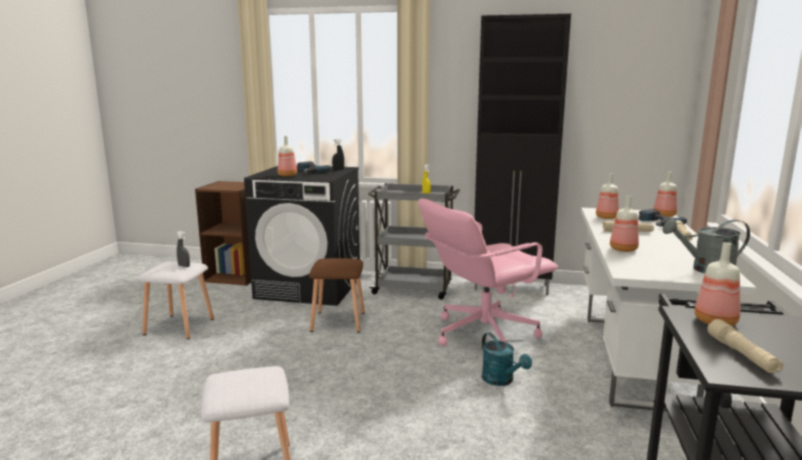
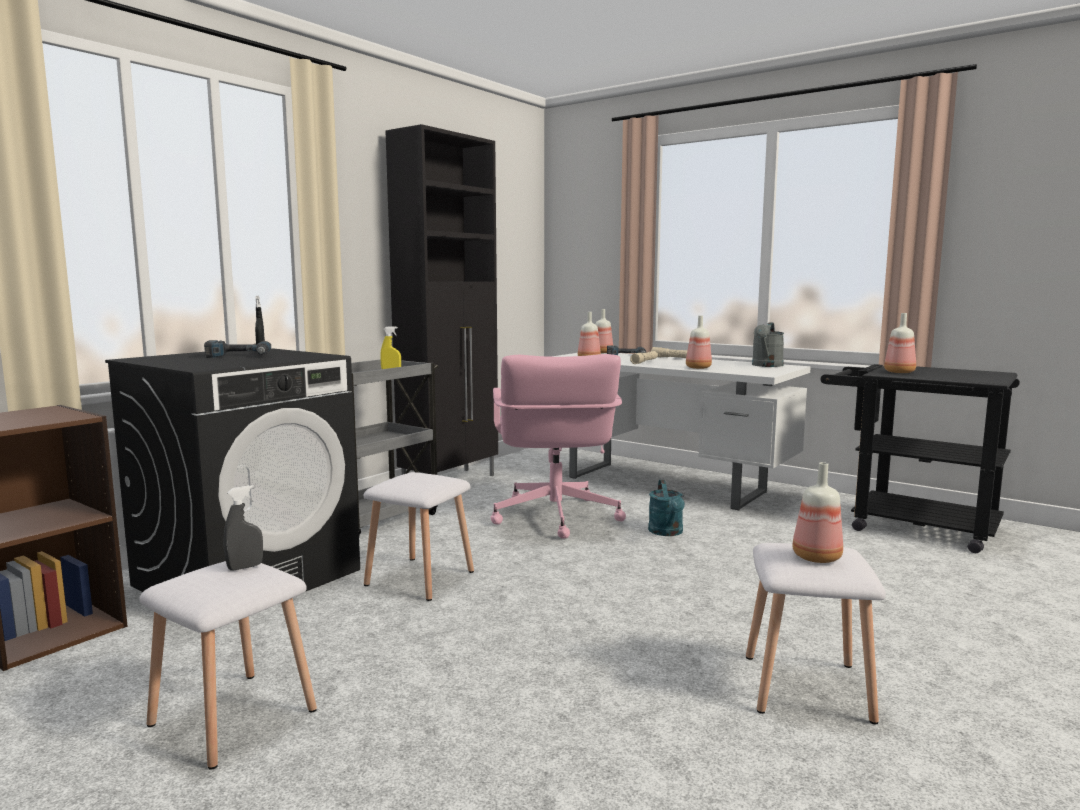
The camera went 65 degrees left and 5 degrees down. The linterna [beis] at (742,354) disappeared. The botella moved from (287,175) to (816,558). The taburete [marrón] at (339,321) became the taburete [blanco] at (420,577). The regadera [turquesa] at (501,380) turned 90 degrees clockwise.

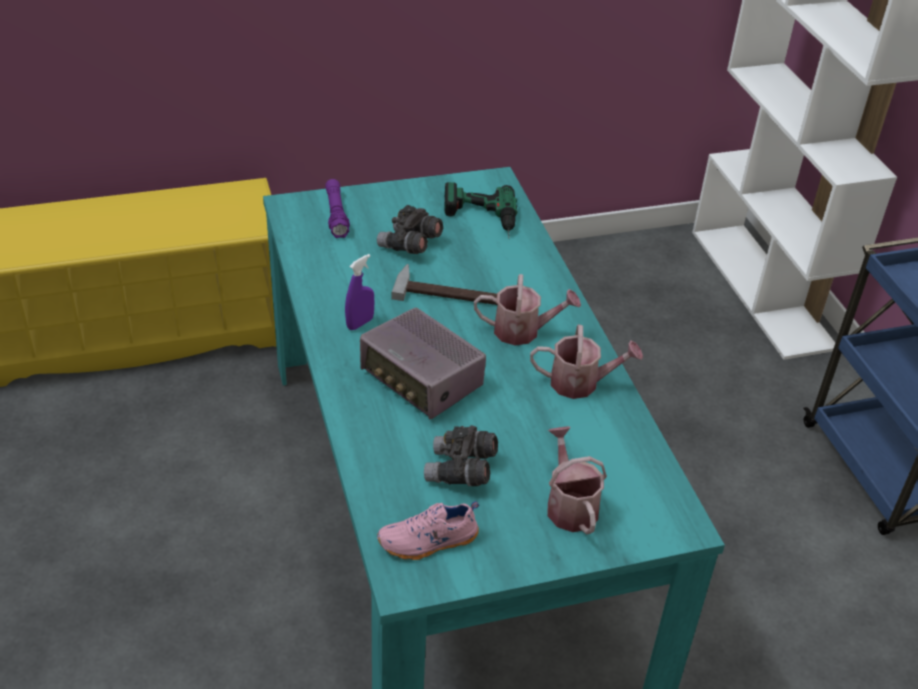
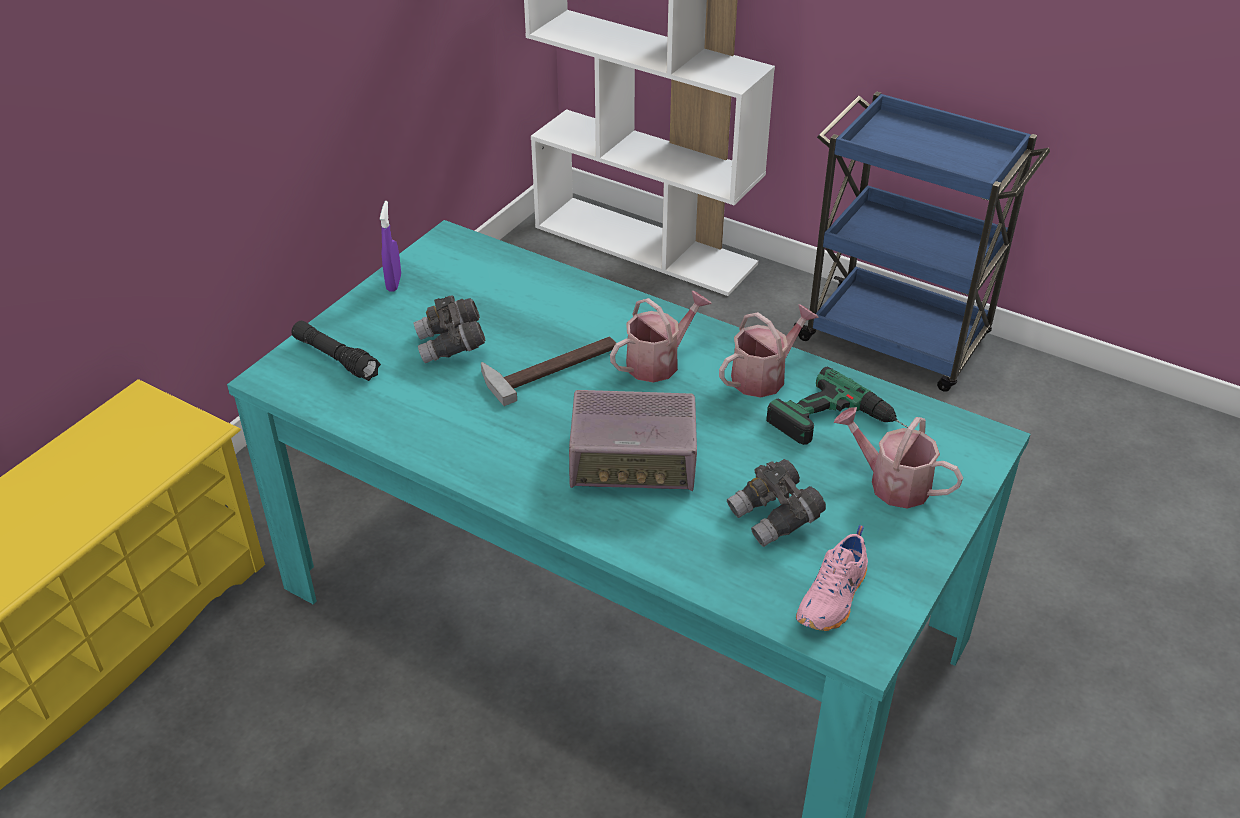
The camera went 40 degrees left and 0 degrees up. The pulverizador [morado] moved from (360,323) to (394,283). The taladro moved from (480,219) to (841,426). The linterna [morado] at (336,215) became the linterna [negro] at (336,358).

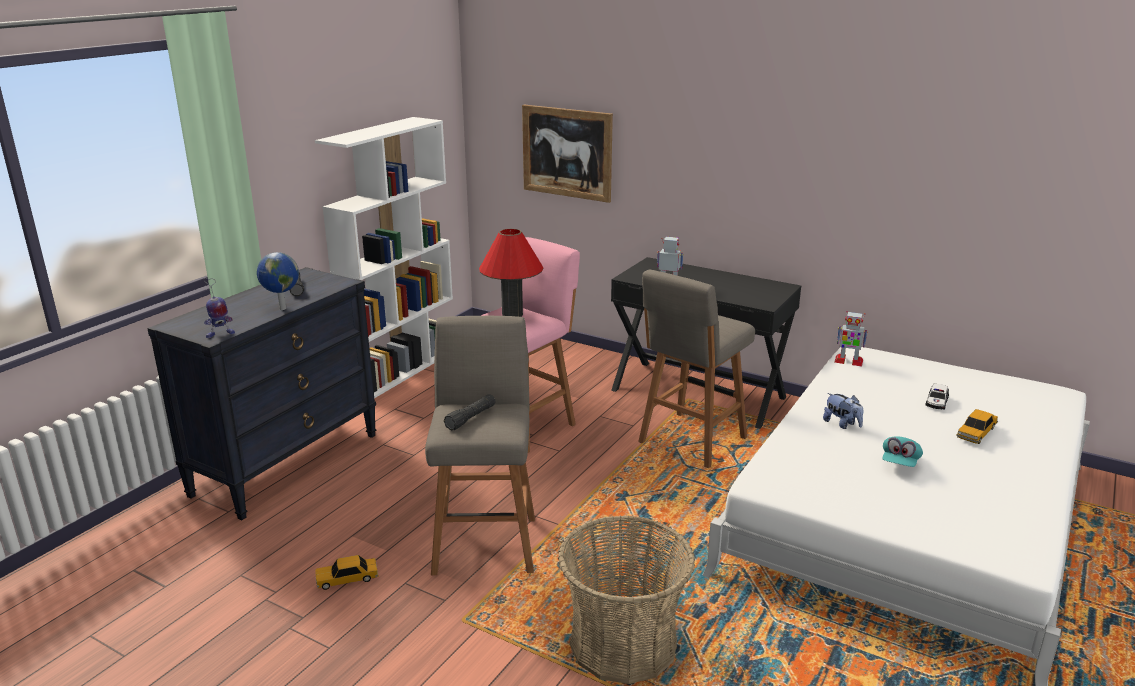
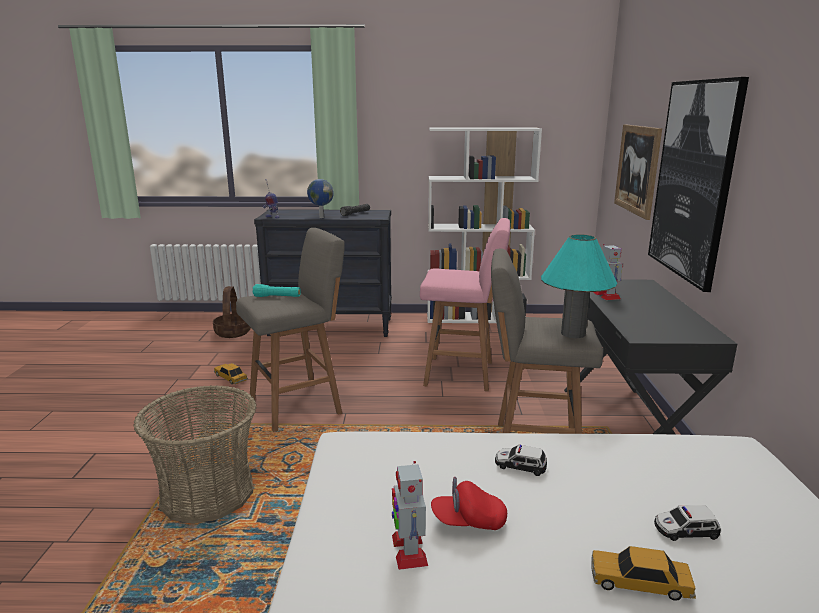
The camera went 60 degrees right and 5 degrees down. The lámpara de mesa [rojo] at (512,314) disappeared. The cesta at (233,332) appeared. The lámpara de mesa [turquesa] at (573,333) appeared. The cuadro at (693,180) appeared. The robot de juguete moved from (848,361) to (409,550). The peluche at (842,424) was replaced by the coche de juguete at (520,465). The linterna [negro] at (471,418) became the linterna [turquesa] at (277,297). The gorra [turquesa] at (899,463) became the gorra [rojo] at (468,521).

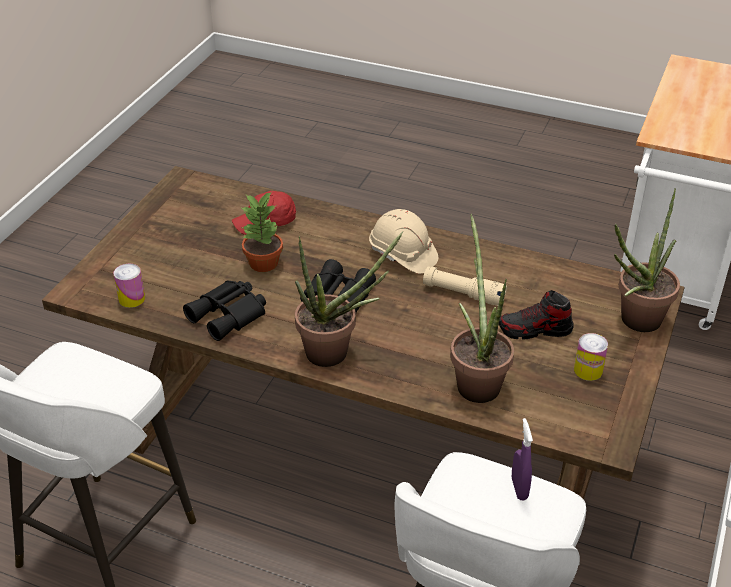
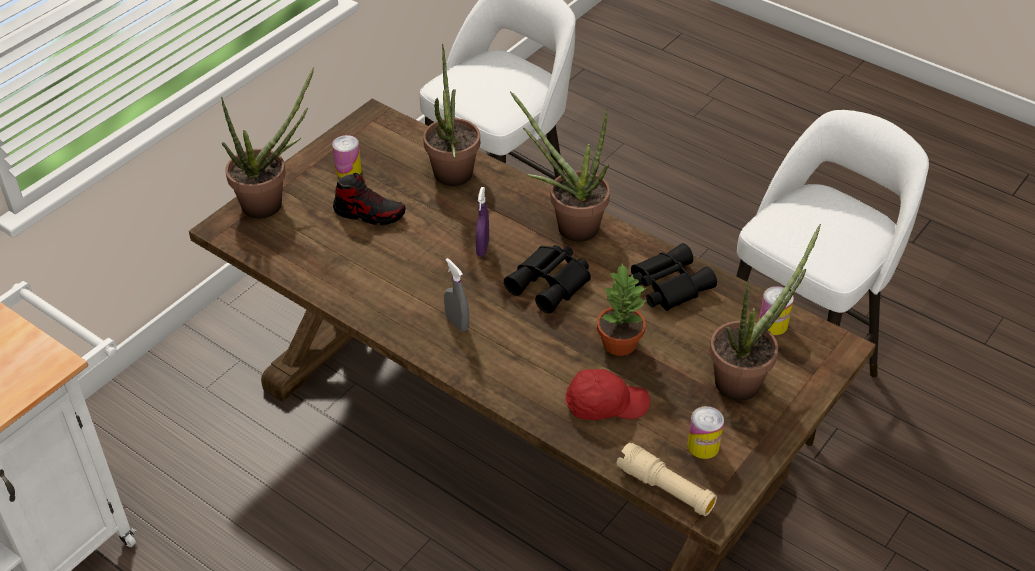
The camera went 165 degrees left and 5 degrees up. The lata at (703,446) appeared. The planta en maceta at (745,378) appeared. The linterna [beis] moved from (463,294) to (665,488). The pulverizador [morado] moved from (519,488) to (482,248). The casco [beis] at (402,255) was replaced by the pulverizador [gris] at (457,323).

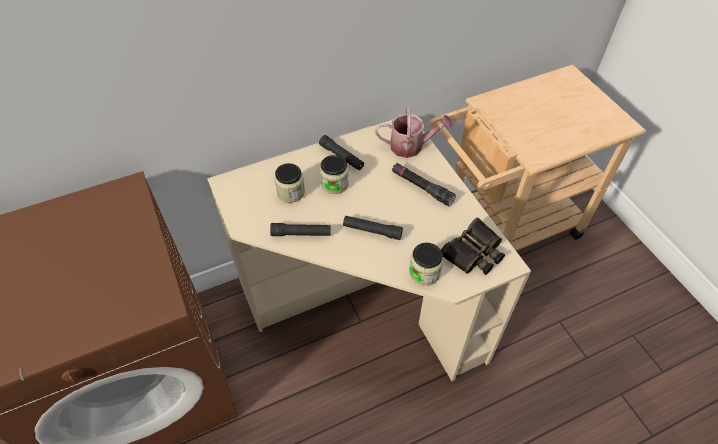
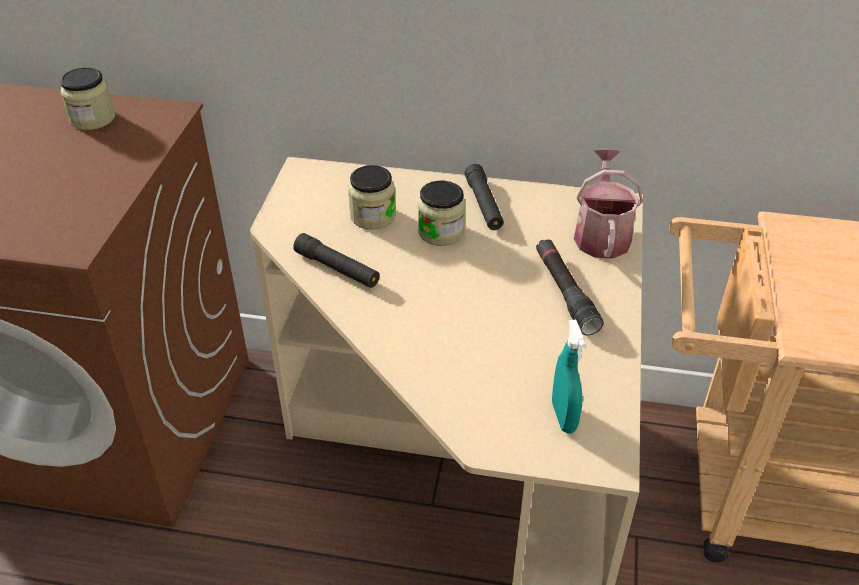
The camera went 35 degrees right and 10 degrees down. The linterna [negro] at (372,231) disappeared. The tarro moved from (424,272) to (93,119). The prismáticos at (474,253) was replaced by the pulverizador [turquesa] at (563,417). The regadera at (411,146) turned 120 degrees counterclockwise.

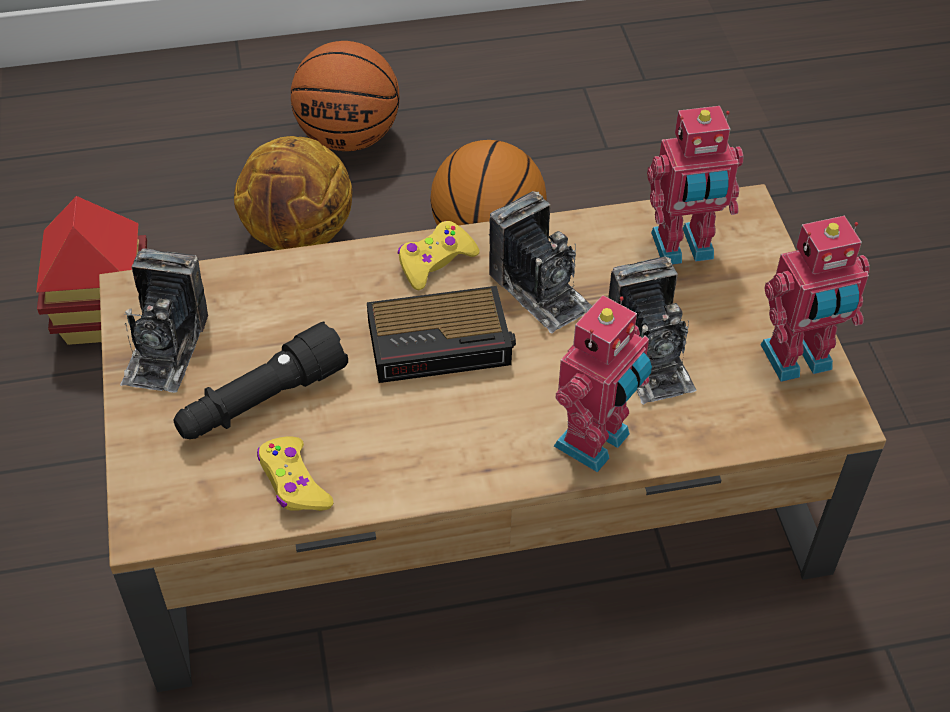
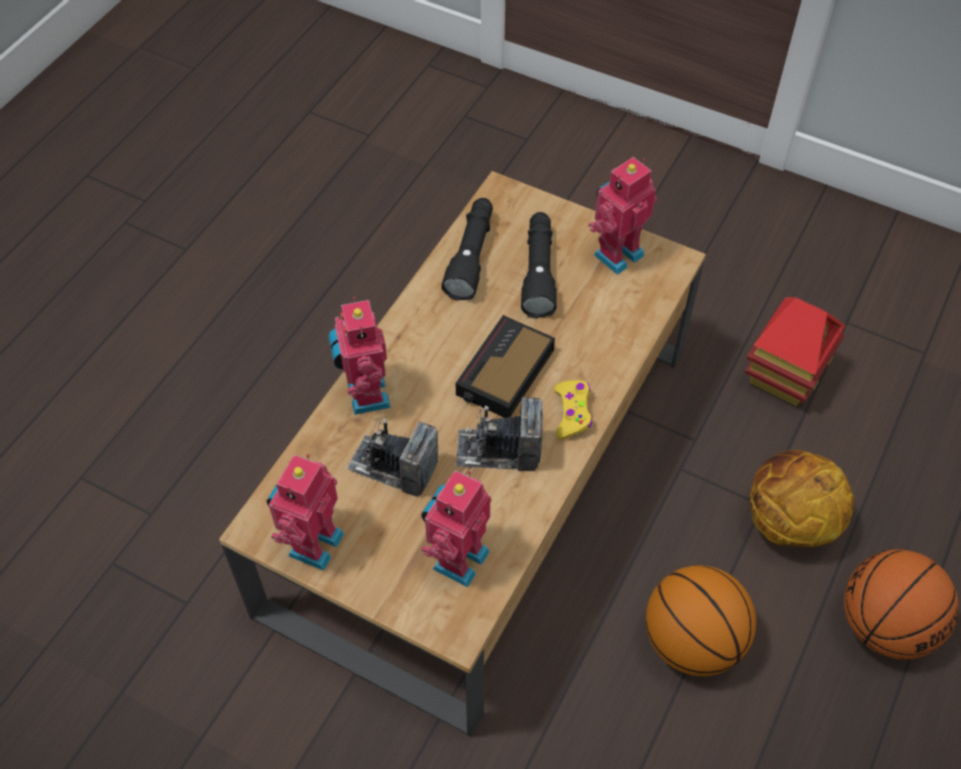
The camera went 130 degrees right and 5 degrees up. The cámara at (166,348) was replaced by the robot de juguete at (616,253). The mando de consola [amarillo] at (294,482) was replaced by the linterna [negro] at (471,256).

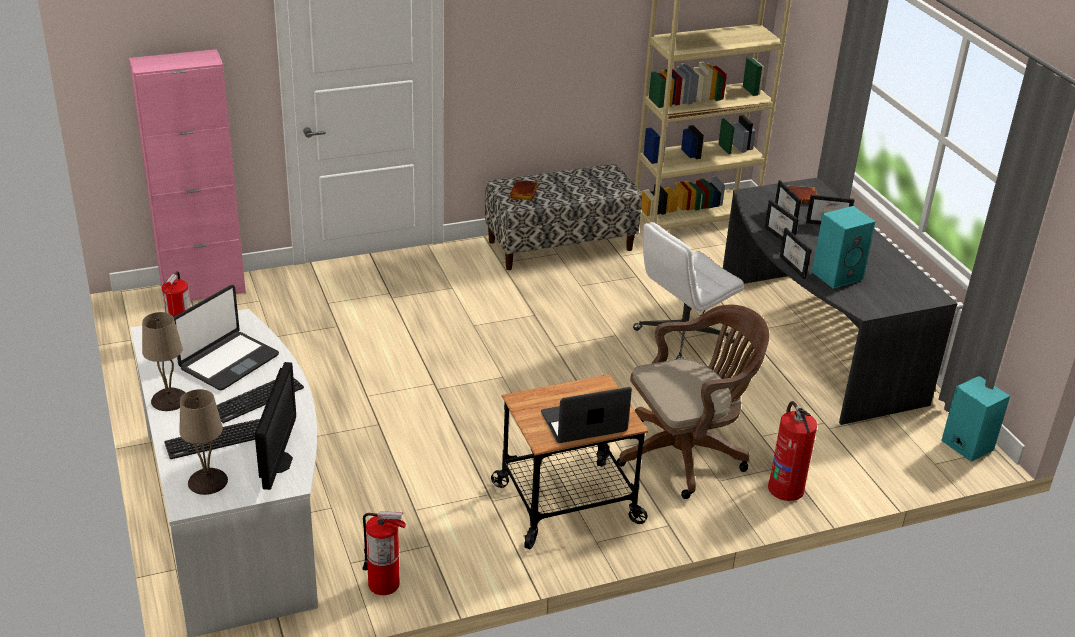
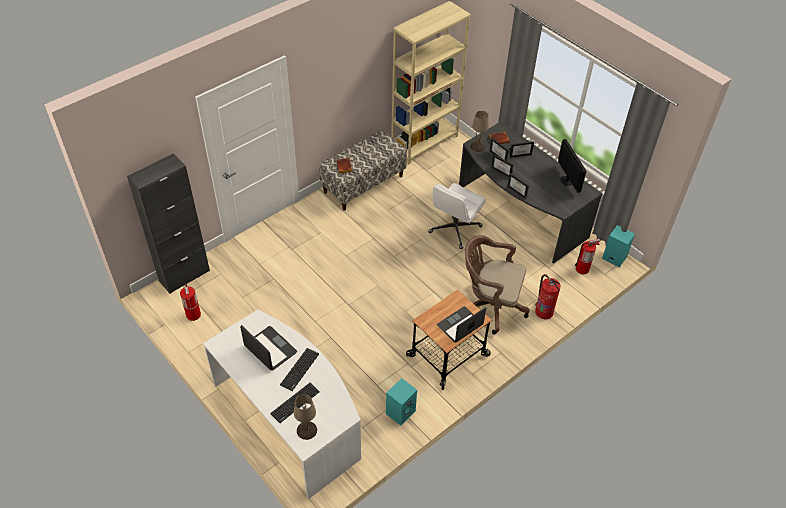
The camera went 20 degrees left and 15 degrees up. The lámpara de mesa [beis] moved from (170,399) to (478,146). The monitor moved from (277,462) to (566,180). The extintor moved from (384,584) to (582,269). The altavoz [turquesa] moved from (837,275) to (400,411). The armario [rosa] at (203,290) became the armario [negro] at (184,276). The portátil at (228,361) turned 60 degrees counterclockwise. The silla de oficina [marrón] at (687,453) turned 120 degrees counterclockwise.

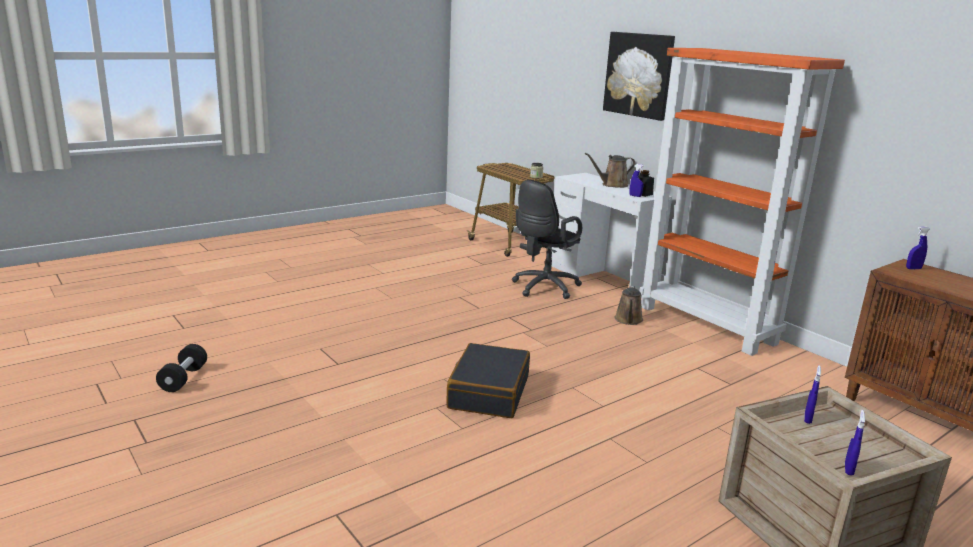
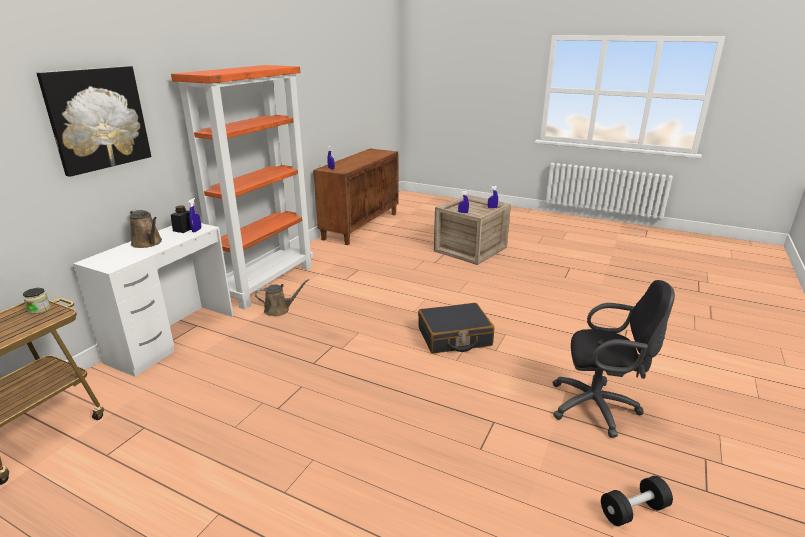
The camera went 115 degrees left and 5 degrees up. The silla de oficina [negro] moved from (543,288) to (598,407).

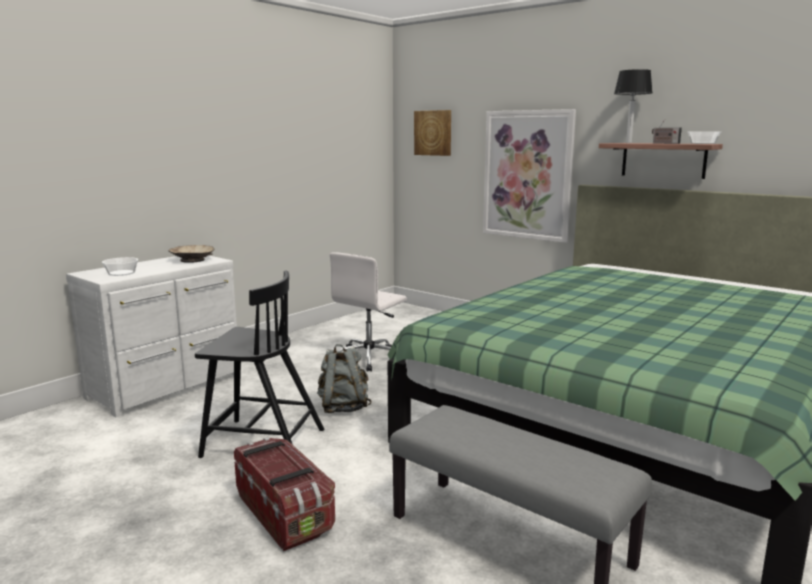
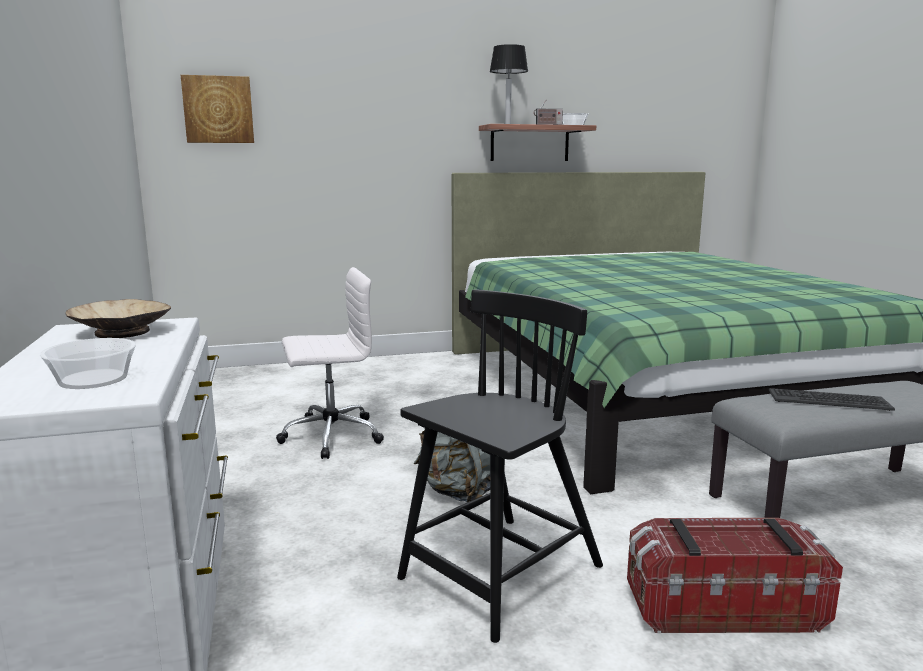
The camera went 55 degrees left and 0 degrees up. The cuadro at (527,175) disappeared. The teclado at (828,400) appeared. The silla de oficina [blanco] at (370,358) turned 90 degrees counterclockwise.

